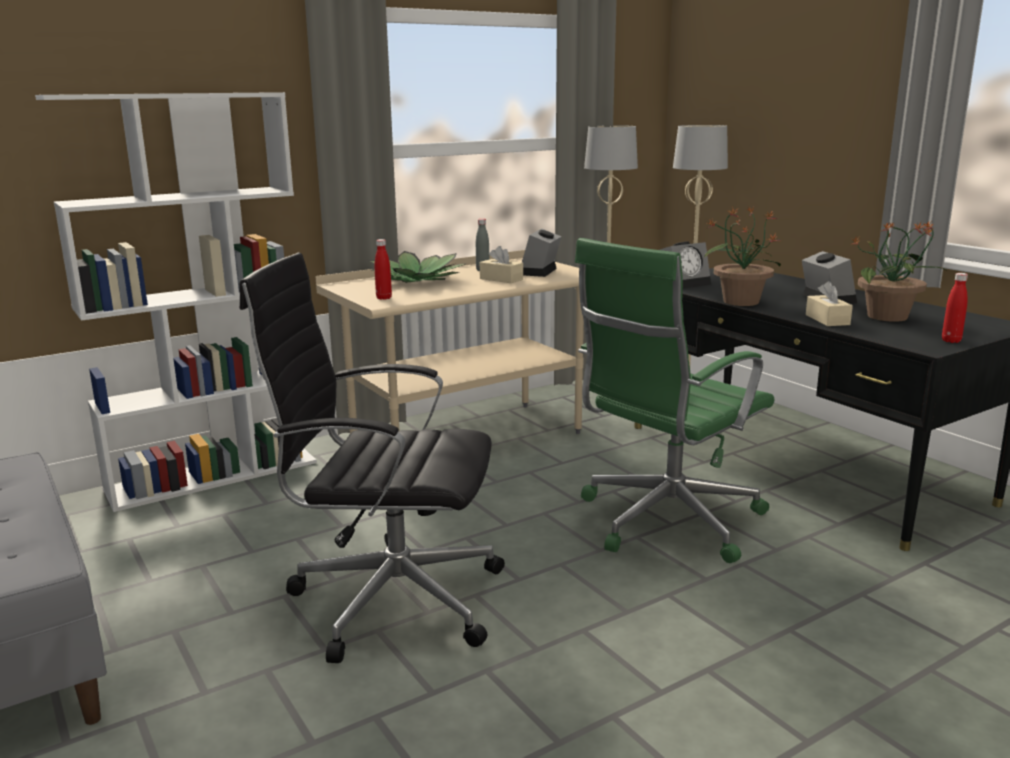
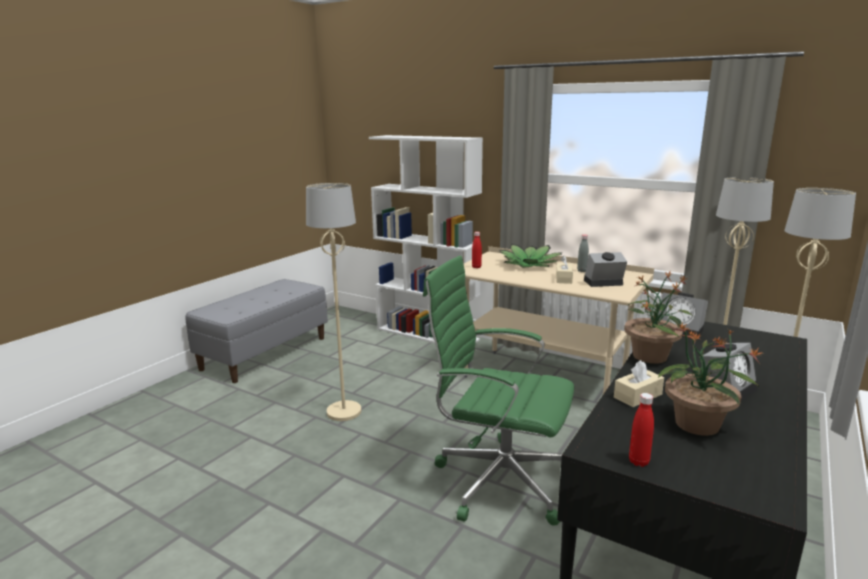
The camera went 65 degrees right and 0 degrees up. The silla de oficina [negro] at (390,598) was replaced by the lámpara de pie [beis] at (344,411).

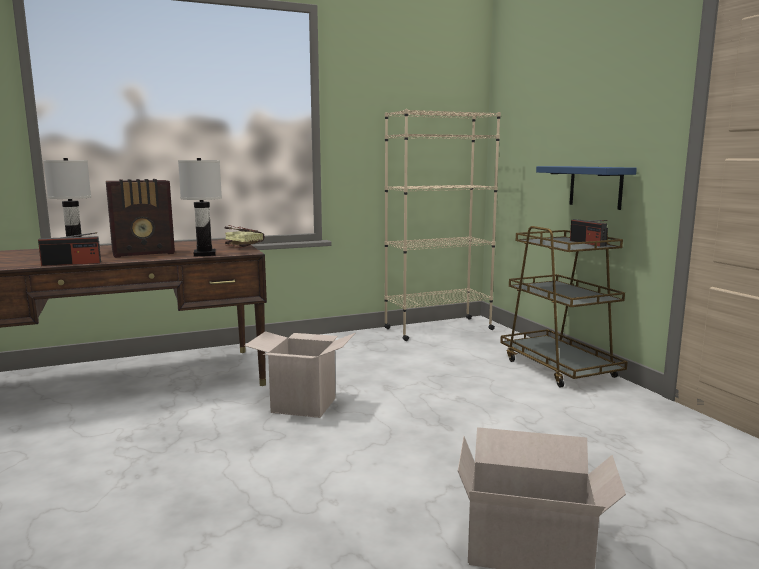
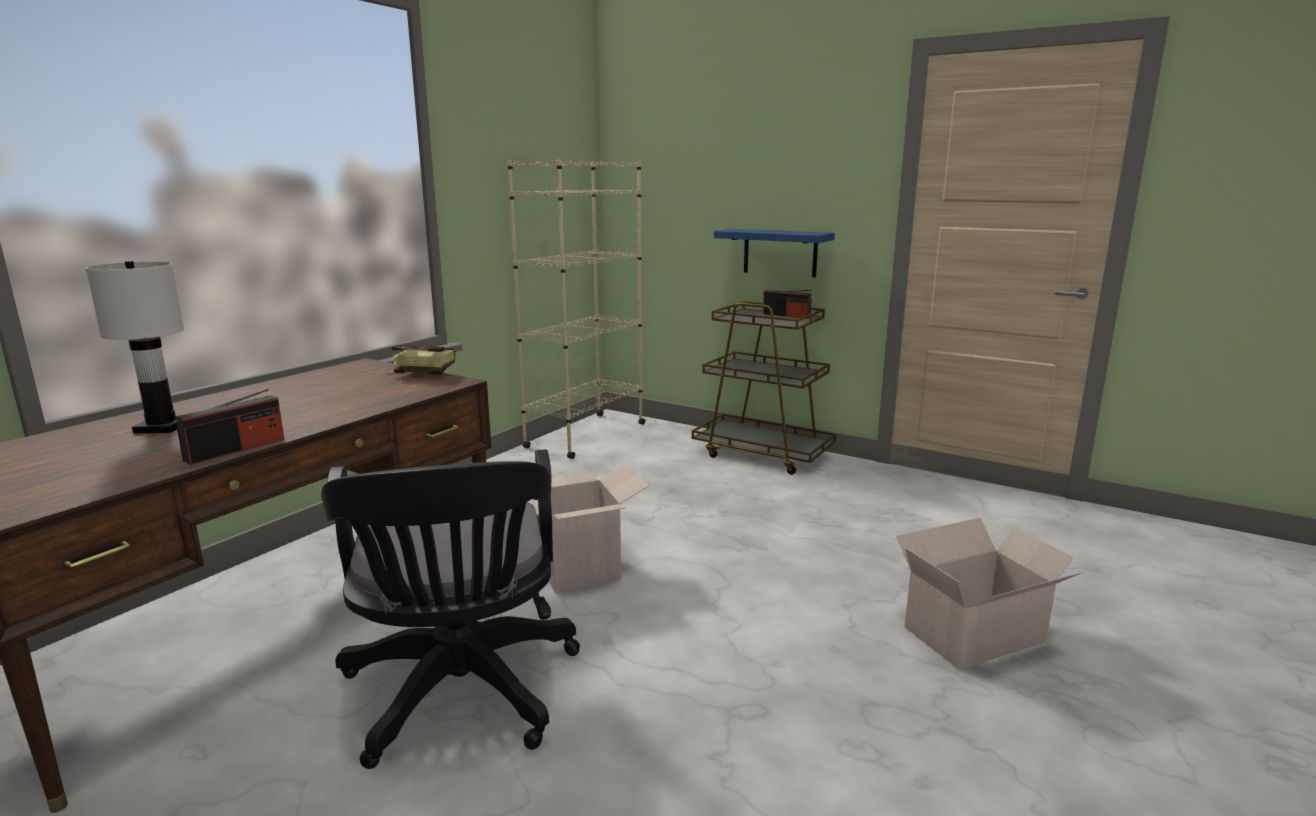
The camera went 35 degrees left and 5 degrees up. The radio at (145,253) disappeared. The lámpara de mesa [blanco] at (205,254) disappeared. The silla de oficina [negro] at (461,697) appeared.

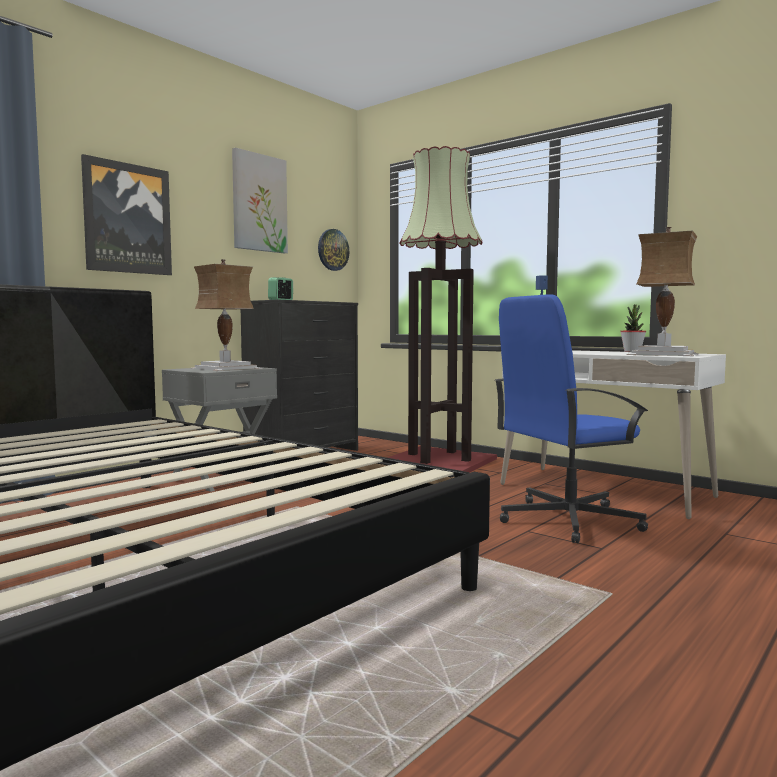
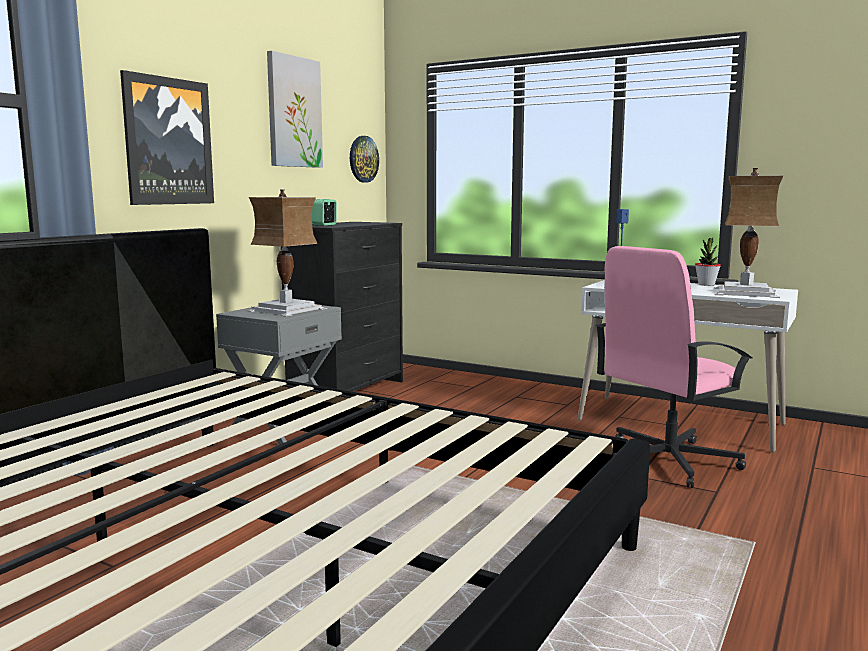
The camera went 10 degrees left and 5 degrees up. The lámpara de pie at (436,462) disappeared. The silla de oficina [azul] at (567,520) became the silla de oficina [rosa] at (666,461).

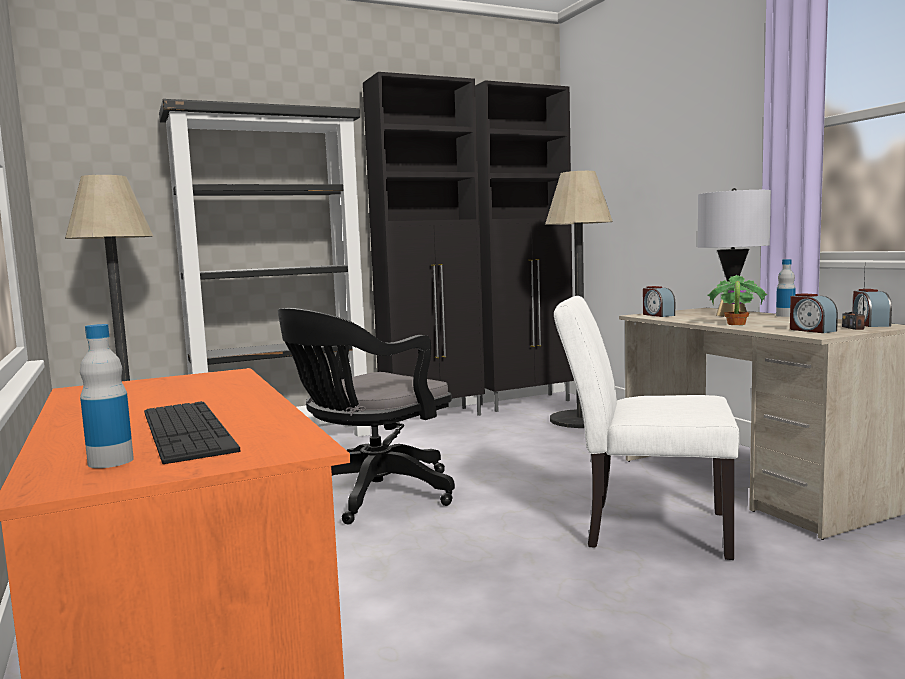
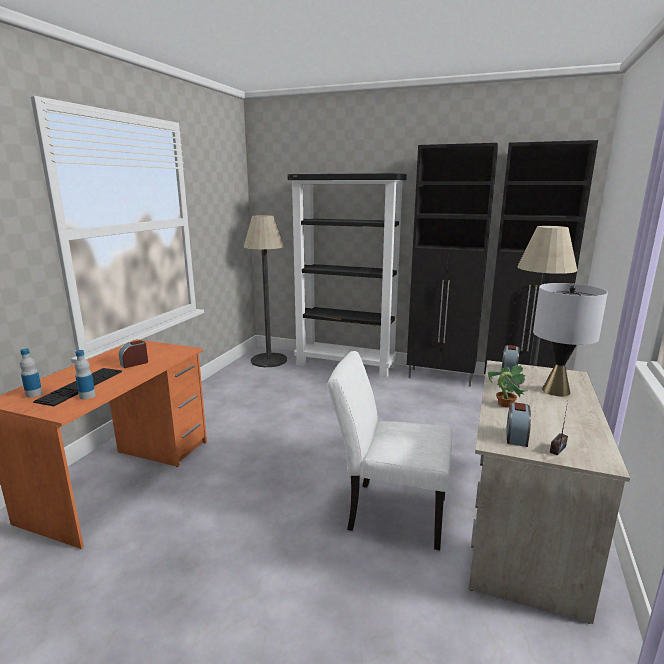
The camera went 45 degrees right and 10 degrees up. The silla de oficina [negro] at (370,495) disappeared. The botella moved from (785,315) to (87,396). The despertador moved from (869,324) to (134,363). The silla [blanco] at (644,528) turned 45 degrees counterclockwise.

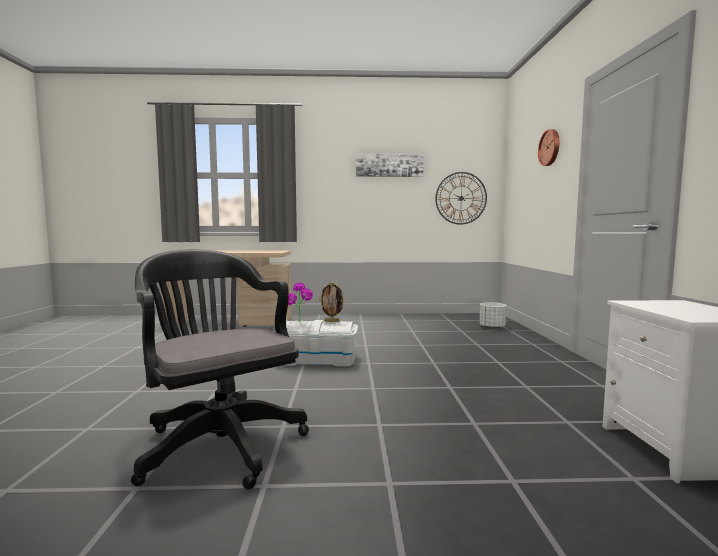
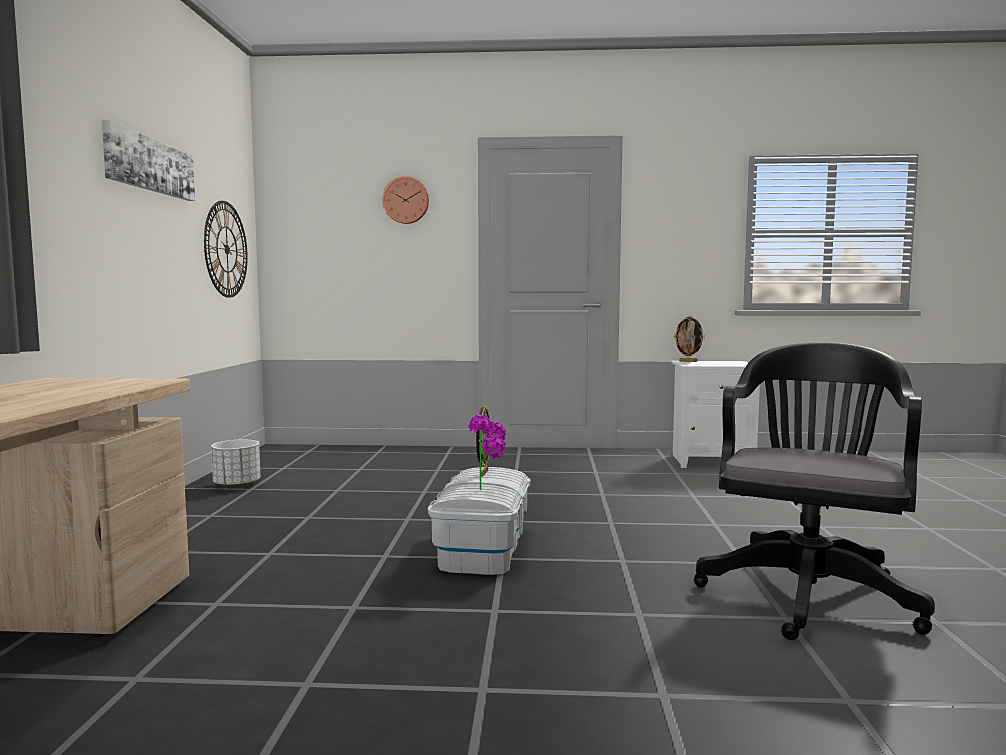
The camera went 85 degrees left and 0 degrees up. The portarretratos at (688,361) appeared. The maceta [blanco] moved from (492,327) to (236,485). The silla de oficina [negro] at (219,442) turned 150 degrees clockwise.

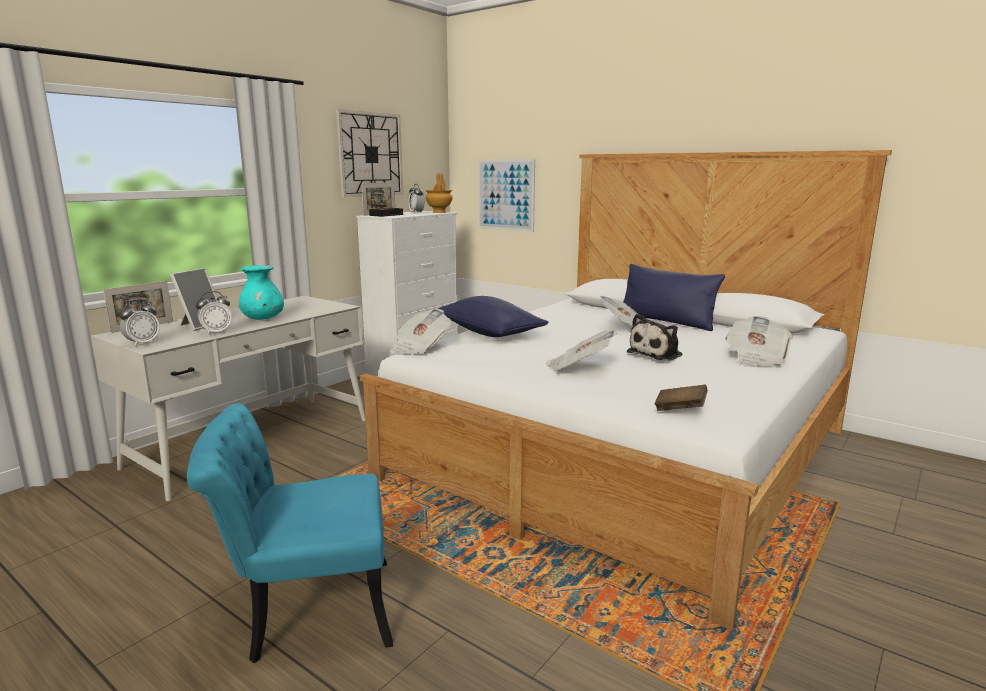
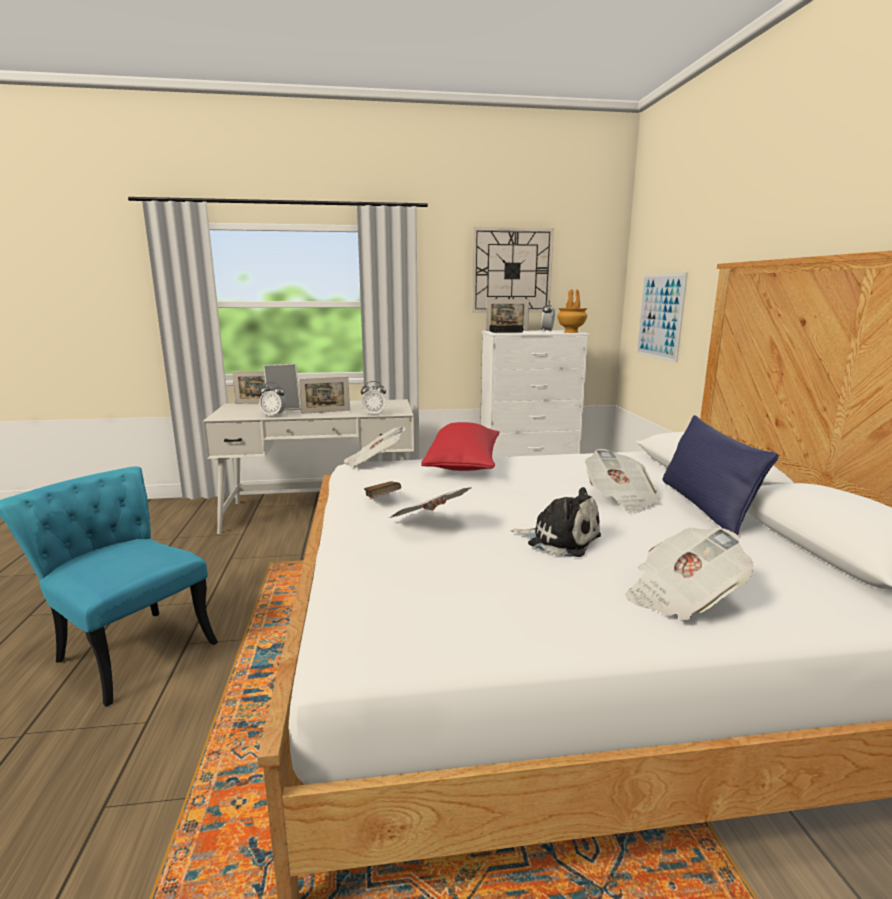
The camera went 45 degrees right and 0 degrees up. The despertador moved from (142,343) to (374,414). The libro [marrón] moved from (680,409) to (382,500). The florero [turquesa] at (263,319) was replaced by the portarretratos at (325,412). The cojín [azul] at (489,333) became the cojín [rojo] at (463,464). The peluche at (657,354) turned 150 degrees counterclockwise.

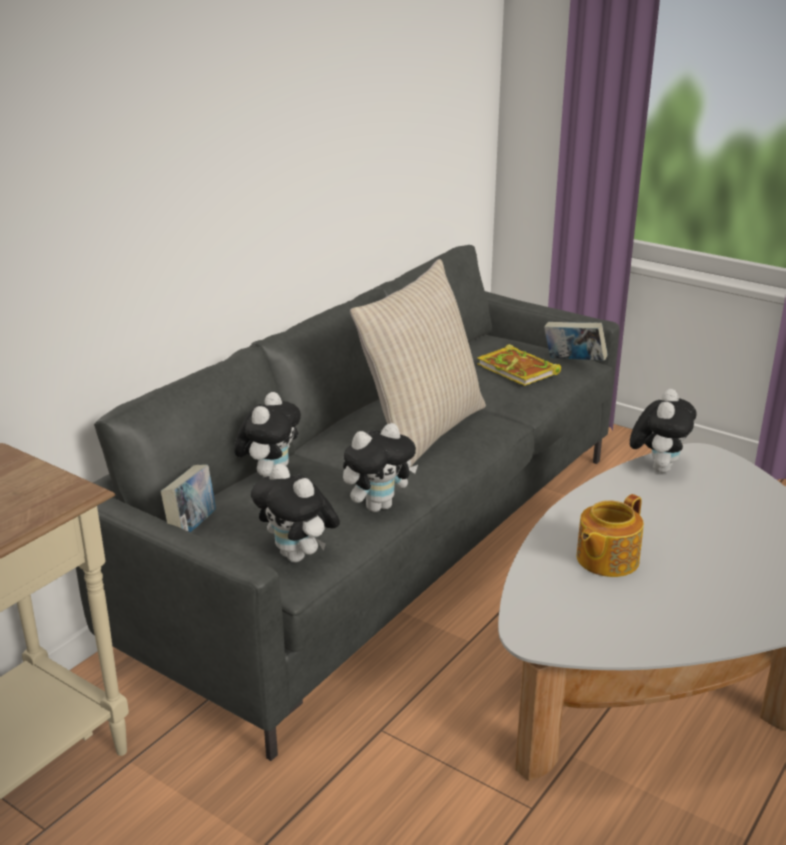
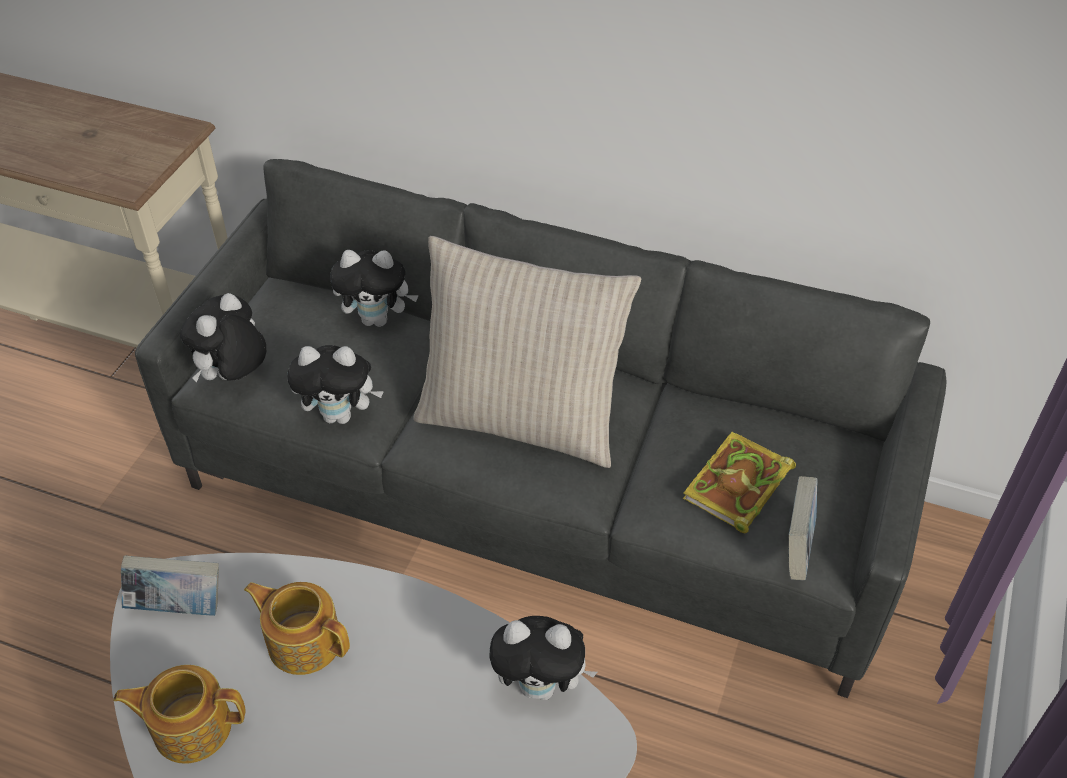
The camera went 75 degrees right and 20 degrees up. The tetera at (191,726) appeared. The libro moved from (192,528) to (178,607). The peluche at (378,506) turned 45 degrees counterclockwise.

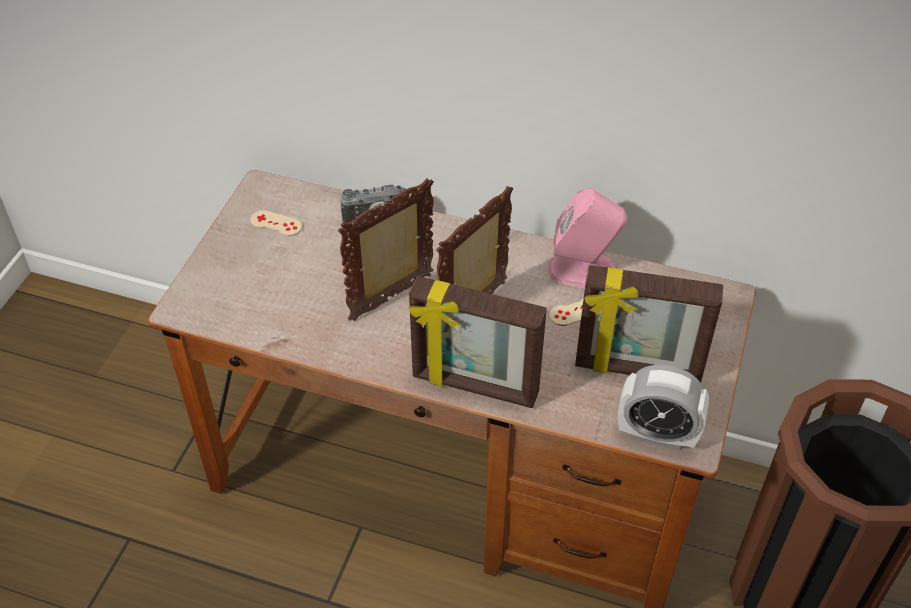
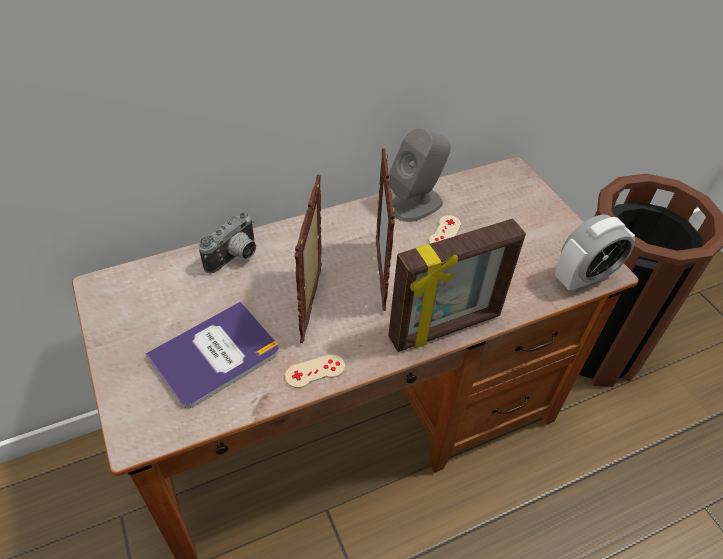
The camera went 45 degrees left and 0 degrees up. The portarretratos at (637,370) disappeared. The libro at (215,355) appeared. The mando de consola [beis] moved from (276,223) to (315,371). The altavoz [rosa] at (583,270) became the altavoz [gris] at (416,204).

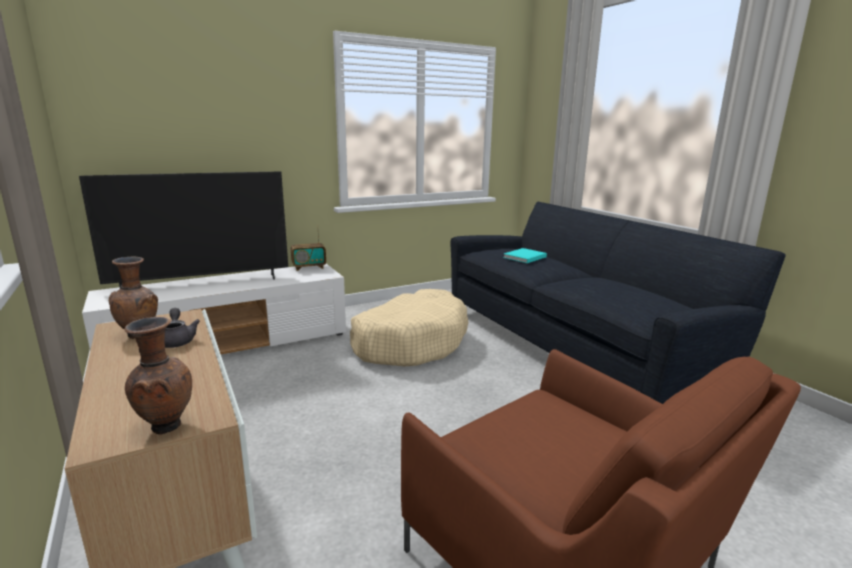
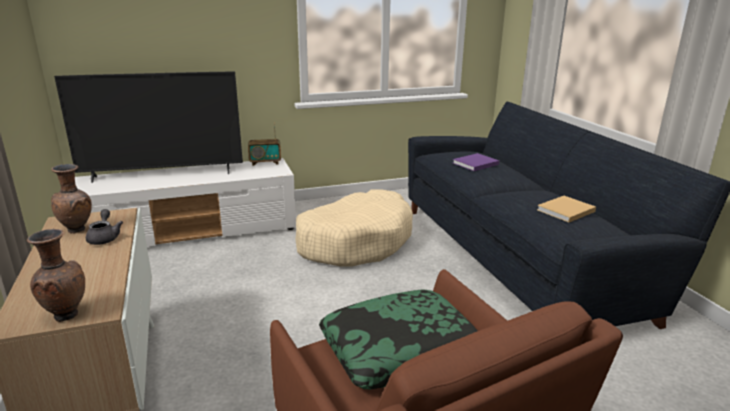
The camera went 10 degrees right and 5 degrees up. The cojín at (399,350) appeared. The libro [beis] at (564,211) appeared. The libro [turquesa] at (524,257) became the libro [morado] at (474,164).

